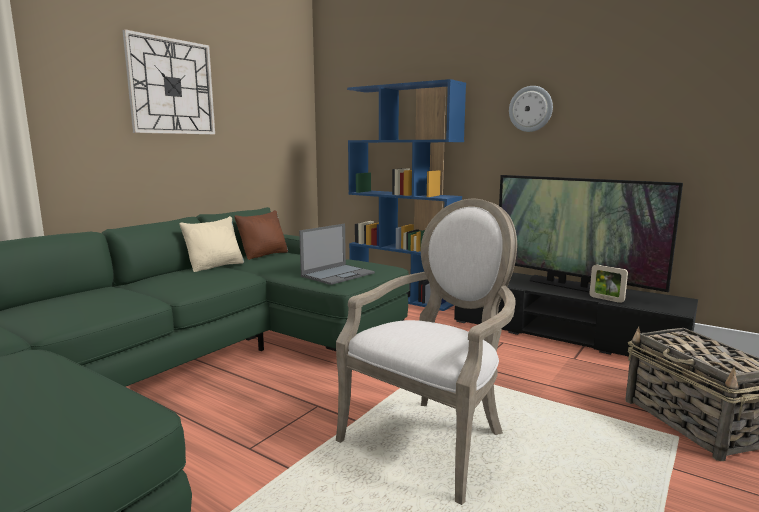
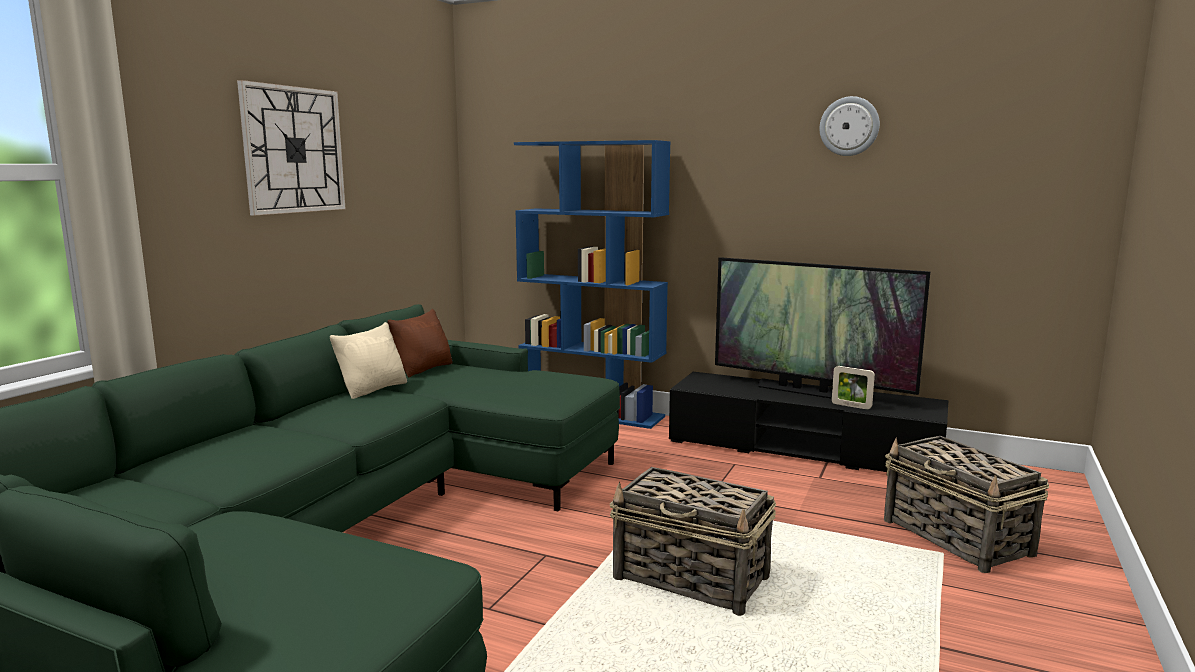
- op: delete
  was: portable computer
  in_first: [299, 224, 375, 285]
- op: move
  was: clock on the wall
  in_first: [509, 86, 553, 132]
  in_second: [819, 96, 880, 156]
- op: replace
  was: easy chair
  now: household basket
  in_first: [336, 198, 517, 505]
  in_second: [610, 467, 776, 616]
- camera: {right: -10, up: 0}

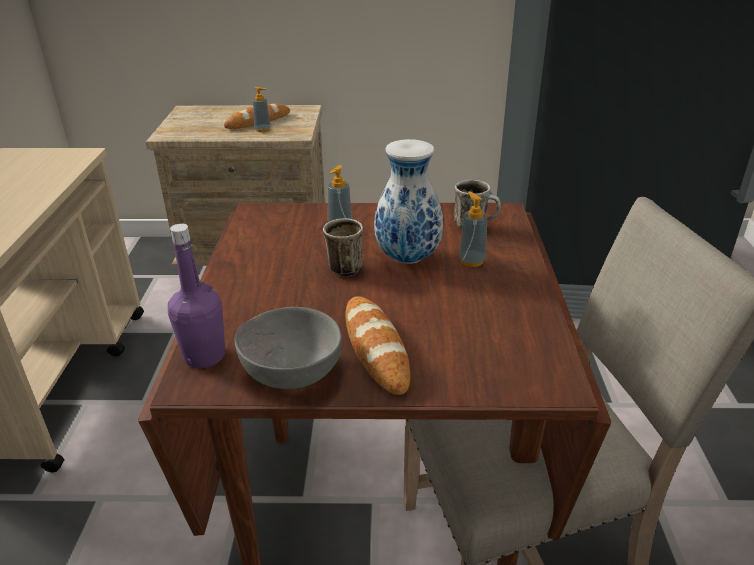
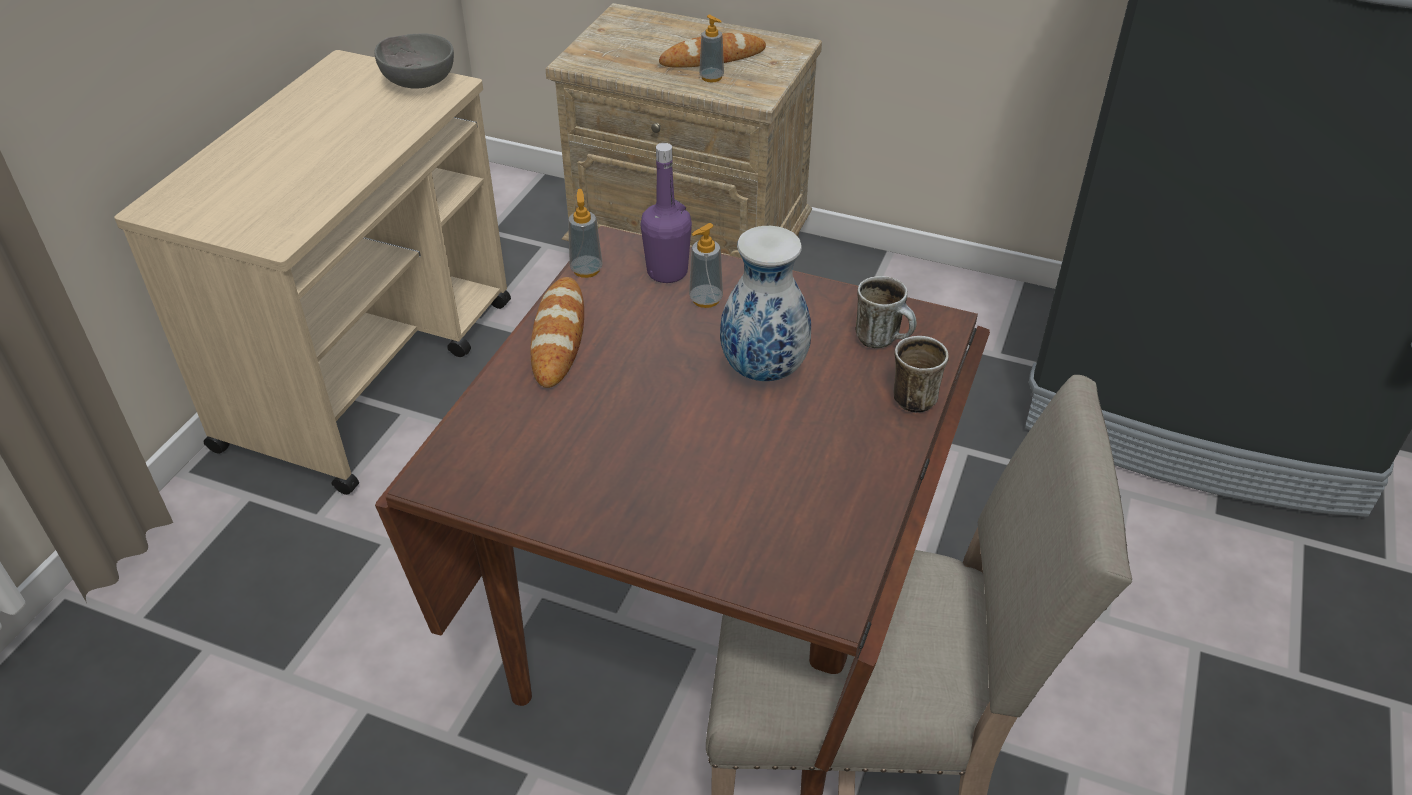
- op: move
  was: beverage bottle (purple-coloured)
  in_first: [168, 224, 225, 368]
  in_second: [640, 143, 692, 283]
- op: move
  was: serving bowl (grey)
  in_first: [234, 307, 342, 389]
  in_second: [374, 34, 454, 89]
- op: move
  was: mug
  in_first: [323, 218, 363, 277]
  in_second: [894, 336, 949, 413]
- op: move
  was: bakery bread
  in_first: [345, 296, 410, 395]
  in_second: [531, 277, 584, 388]
- op: move
  was: soap bottle
  in_first: [459, 191, 487, 267]
  in_second: [568, 189, 603, 278]
- camera: {right: 20, up: 10}

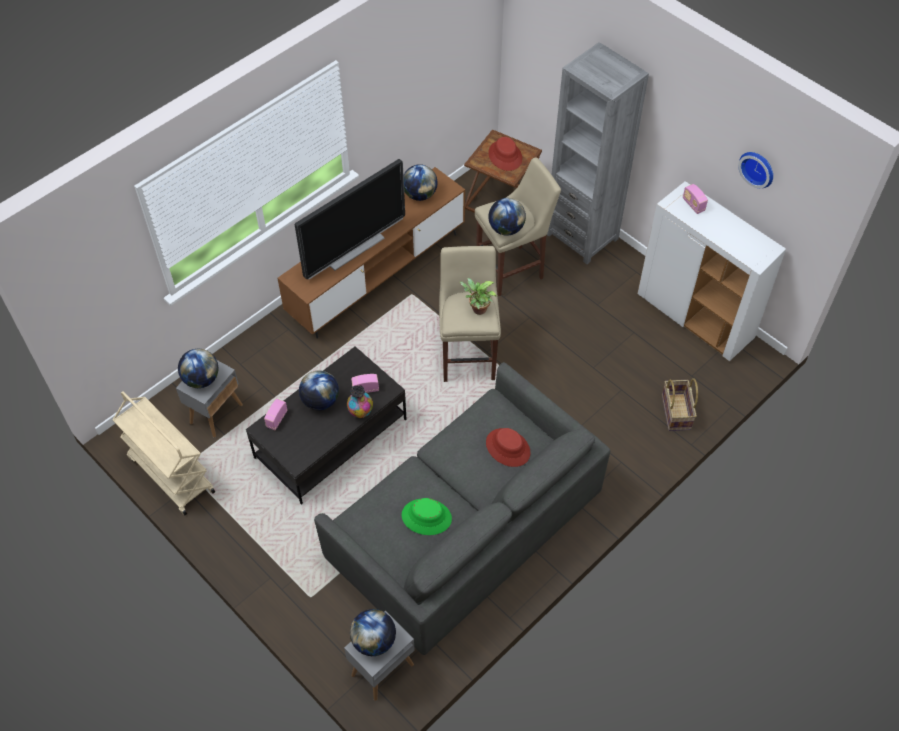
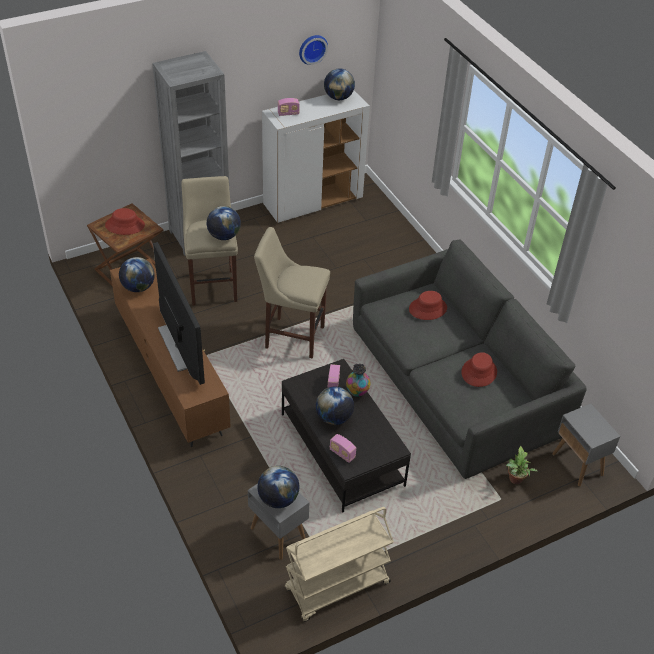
- op: delete
  was: household basket
  in_first: [662, 378, 698, 431]
- op: move
  was: globe
  in_first: [350, 609, 396, 656]
  in_second: [324, 68, 355, 100]
- op: move
  was: plant in a pot
  in_first: [459, 278, 497, 315]
  in_second: [506, 446, 537, 484]
- op: recolor
  was: hat (green-coloured)
  now: hat (red)
  in_first: [402, 498, 452, 535]
  in_second: [461, 352, 497, 387]
- camera: {right: -75, up: -10}

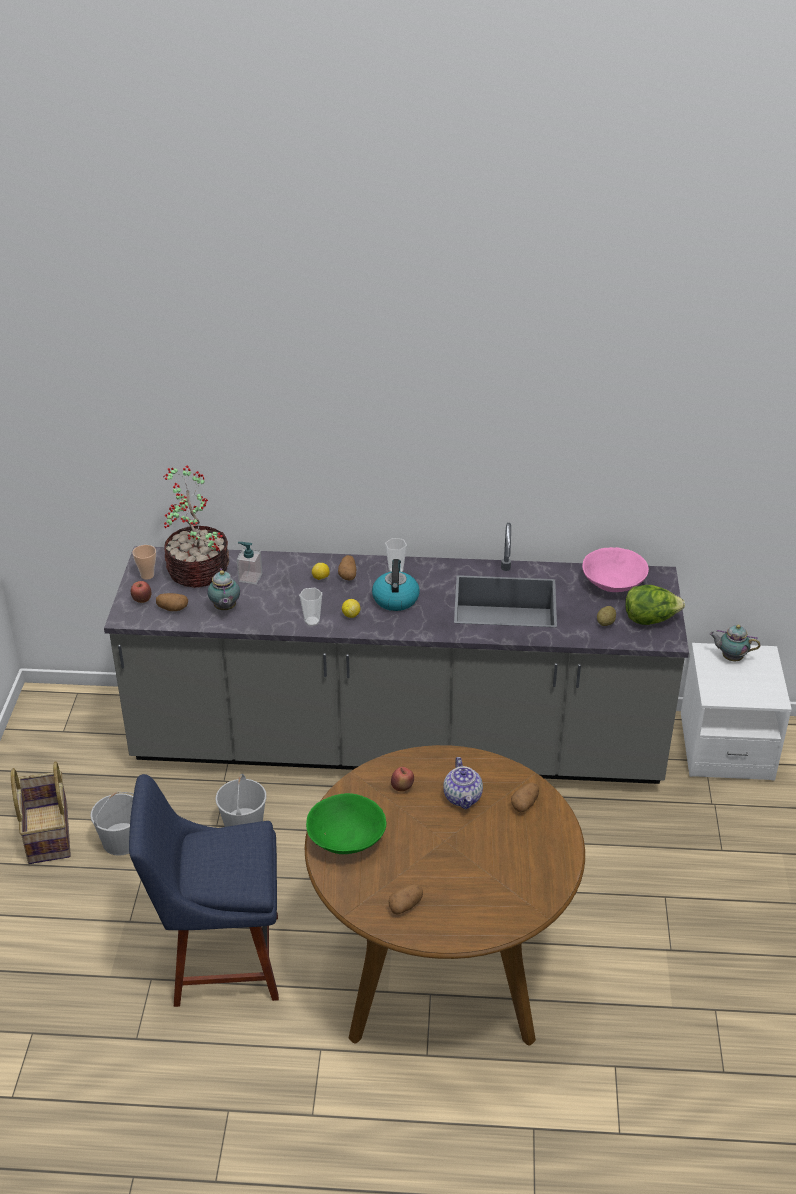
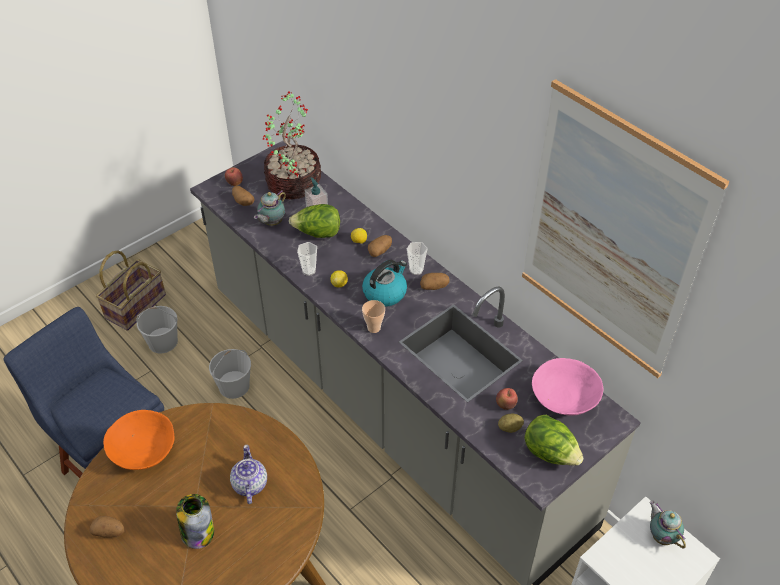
- op: insert
  now: jar
  in_second: [176, 494, 214, 549]
- op: insert
  now: lettuce
  in_second: [289, 204, 340, 238]
- op: insert
  now: wall picture
  in_second: [522, 79, 729, 378]
- op: move
  was: cup
  in_first: [132, 545, 156, 580]
  in_second: [362, 300, 385, 333]
- op: move
  was: whole apple
  in_first: [391, 767, 414, 791]
  in_second: [496, 388, 518, 410]
- op: move
  was: potato
  in_first: [511, 783, 539, 813]
  in_second: [420, 273, 450, 290]
- op: recolor
  was: serving bowl (green-coloured)
  now: serving bowl (orange)
  in_first: [306, 793, 386, 854]
  in_second: [103, 410, 175, 470]
- op: rotate
  was: pot for tea
  in_first: [443, 757, 483, 809]
  in_second: [230, 445, 267, 504]
  clockwise: 135
- camera: {right: 45, up: 10}

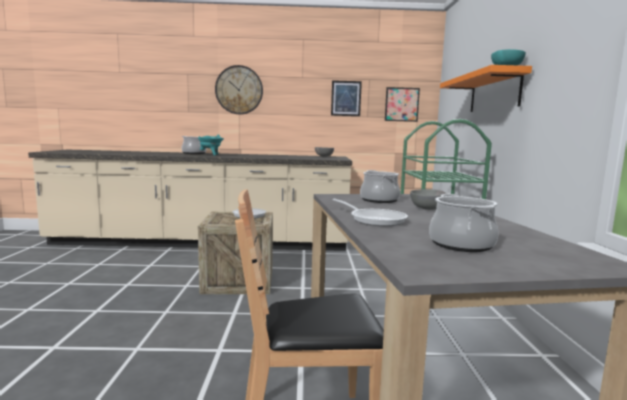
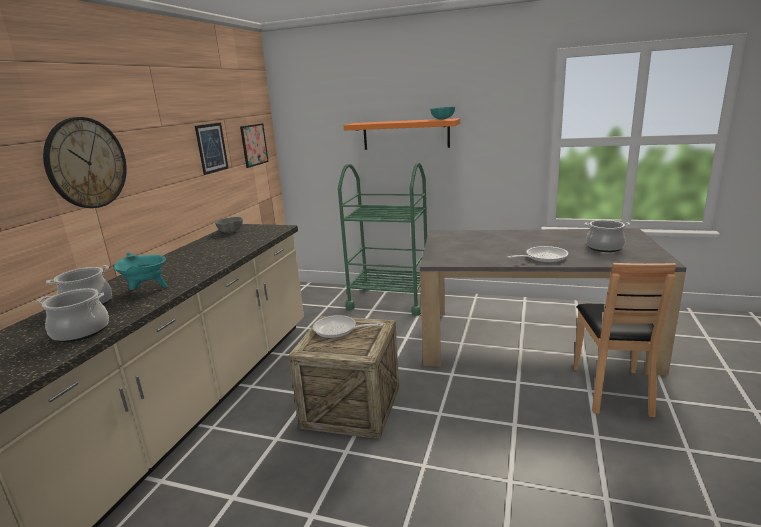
- op: delete
  was: serving bowl (grey)
  in_first: [410, 189, 448, 210]
- op: move
  was: cooking pot
  in_first: [360, 170, 400, 203]
  in_second: [37, 288, 109, 342]
- camera: {right: -70, up: 10}

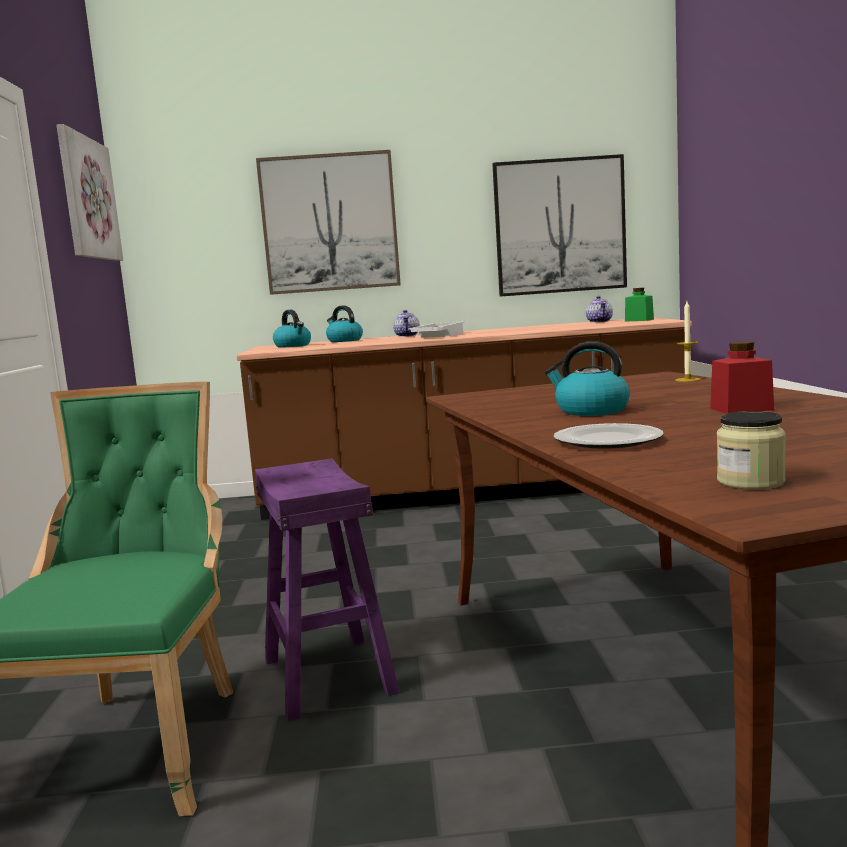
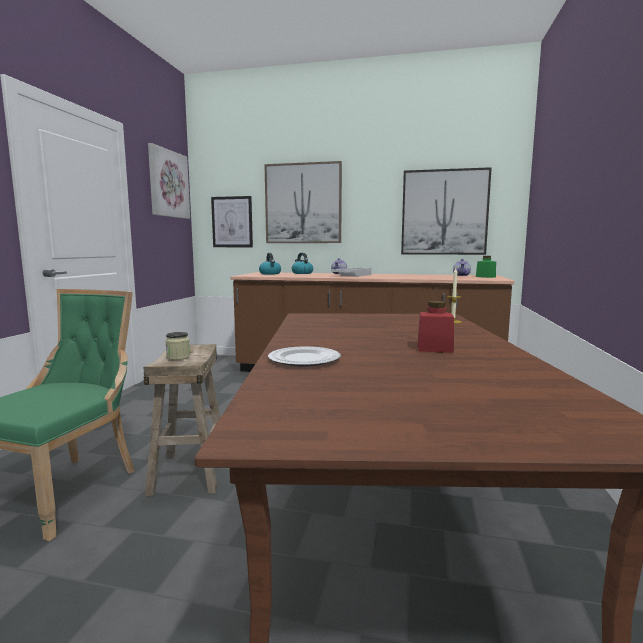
- op: delete
  was: tea kettle
  in_first: [545, 341, 630, 416]
- op: insert
  now: wall picture
  in_second: [211, 196, 253, 247]
- op: move
  was: jar
  in_first: [717, 411, 786, 490]
  in_second: [165, 332, 190, 360]
- op: recolor
  was: stool seat (purple-coloured)
  now: stool seat (beige-coloured)
  in_first: [255, 458, 400, 722]
  in_second: [143, 344, 220, 496]
- camera: {right: 15, up: 0}

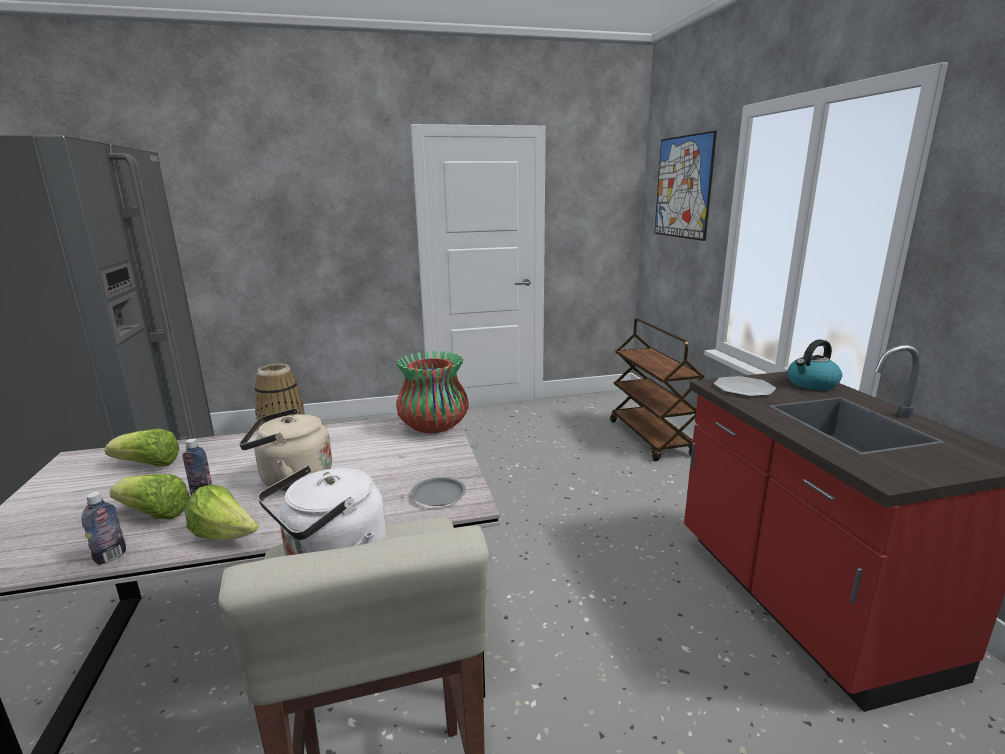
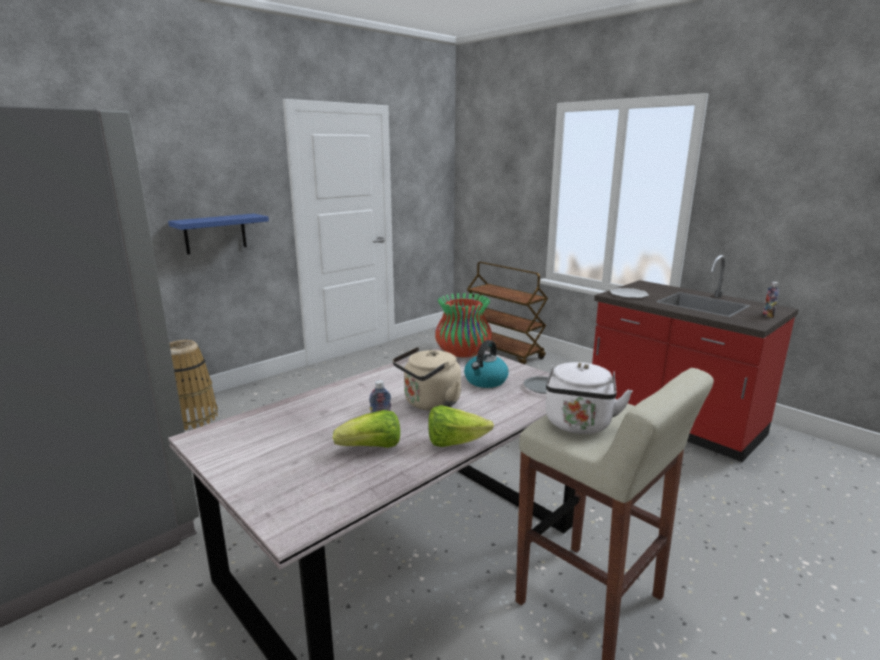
- op: delete
  was: lettuce
  in_first: [104, 429, 179, 466]
- op: delete
  was: wall picture
  in_first: [654, 131, 717, 241]
- op: insert
  now: wall shelf (blue)
  in_second: [168, 214, 269, 255]
- op: move
  was: beverage bottle
  in_first: [82, 491, 126, 565]
  in_second: [763, 282, 779, 318]
- op: move
  was: tea kettle
  in_first: [788, 339, 842, 390]
  in_second: [464, 340, 509, 388]
- camera: {right: -30, up: 0}

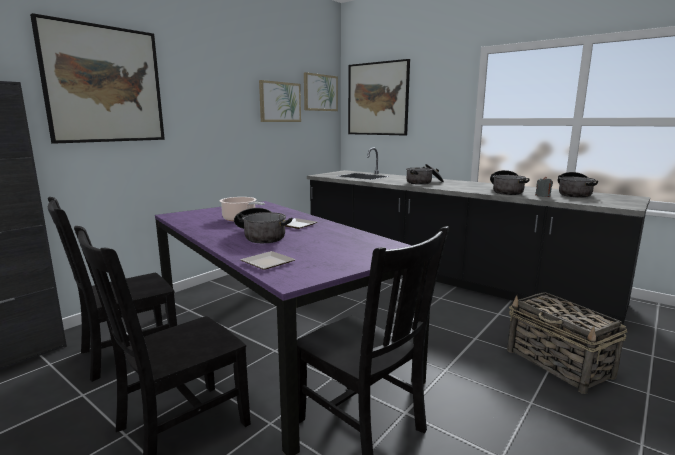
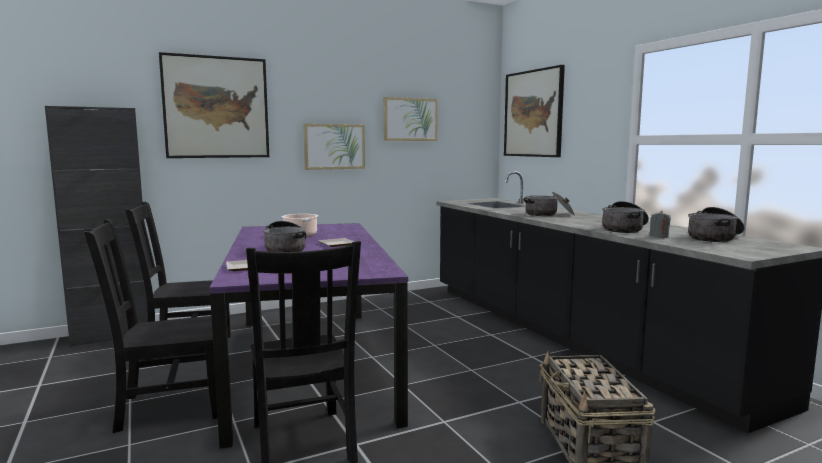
- op: move
  was: wall picture
  in_first: [304, 72, 338, 111]
  in_second: [303, 124, 365, 170]
- camera: {right: 25, up: -5}

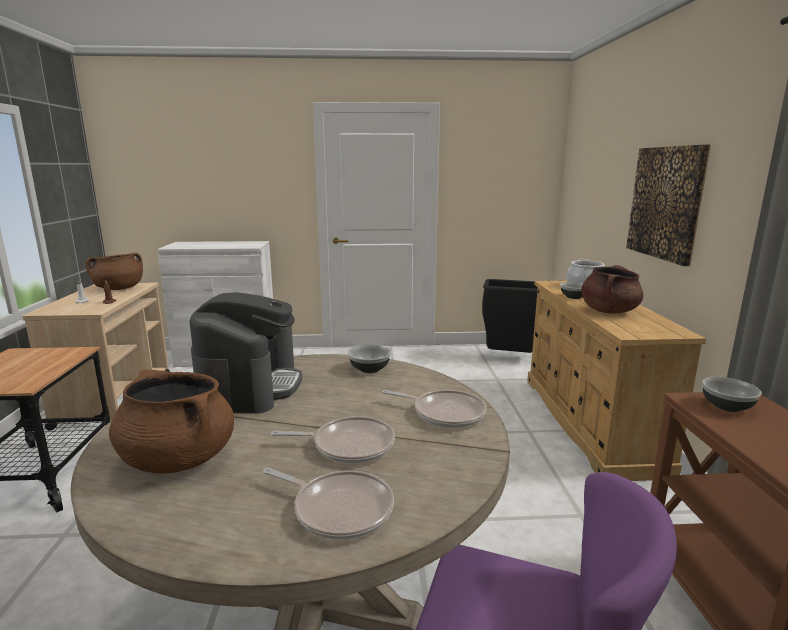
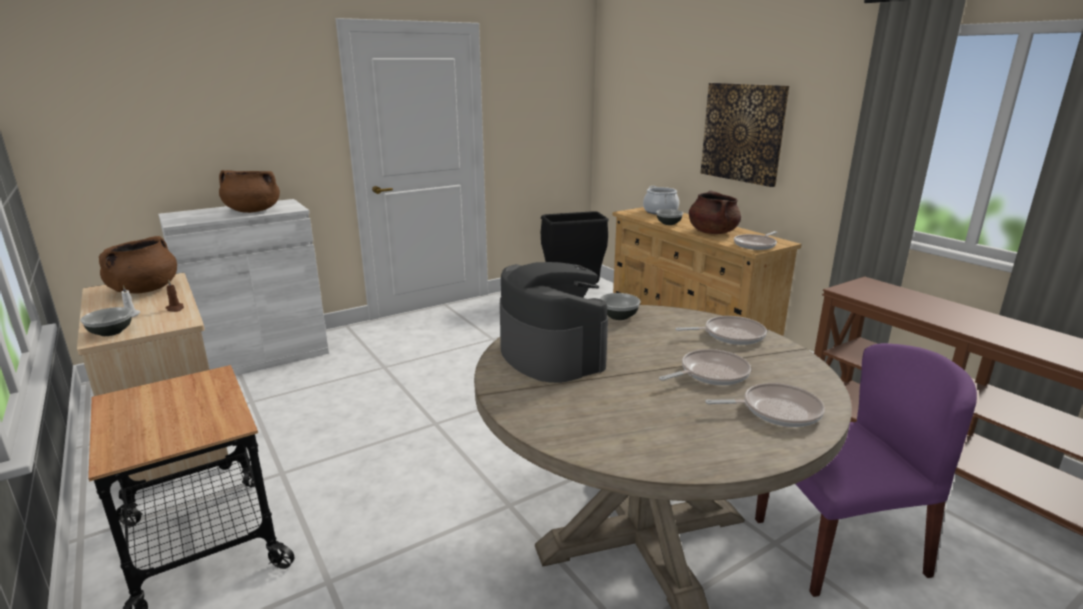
- op: insert
  now: frying pan
  in_second: [734, 231, 778, 250]
- op: move
  was: cooking pot (brownish)
  in_first: [109, 370, 234, 474]
  in_second: [219, 170, 280, 213]
- op: move
  was: serving bowl
  in_first: [702, 377, 762, 412]
  in_second: [80, 307, 132, 336]
- camera: {right: -30, up: 5}

